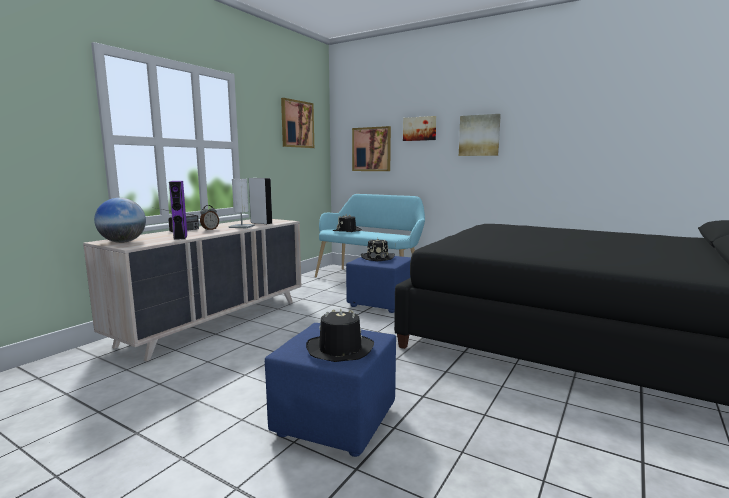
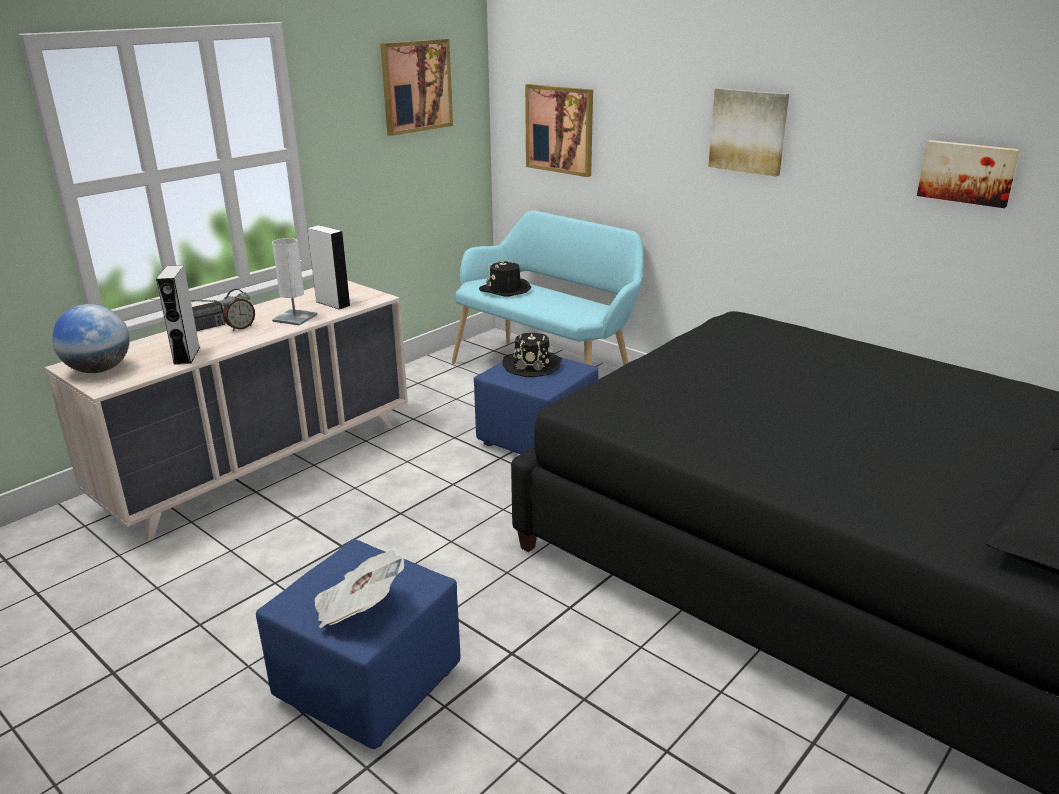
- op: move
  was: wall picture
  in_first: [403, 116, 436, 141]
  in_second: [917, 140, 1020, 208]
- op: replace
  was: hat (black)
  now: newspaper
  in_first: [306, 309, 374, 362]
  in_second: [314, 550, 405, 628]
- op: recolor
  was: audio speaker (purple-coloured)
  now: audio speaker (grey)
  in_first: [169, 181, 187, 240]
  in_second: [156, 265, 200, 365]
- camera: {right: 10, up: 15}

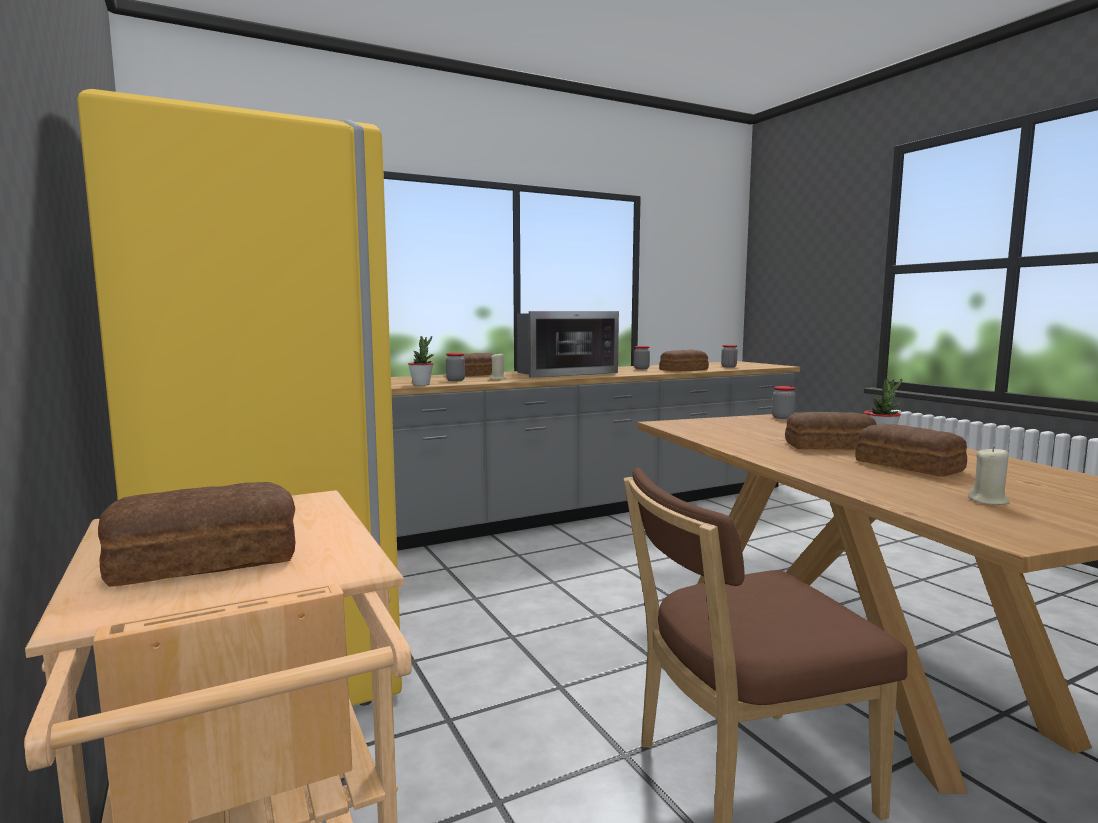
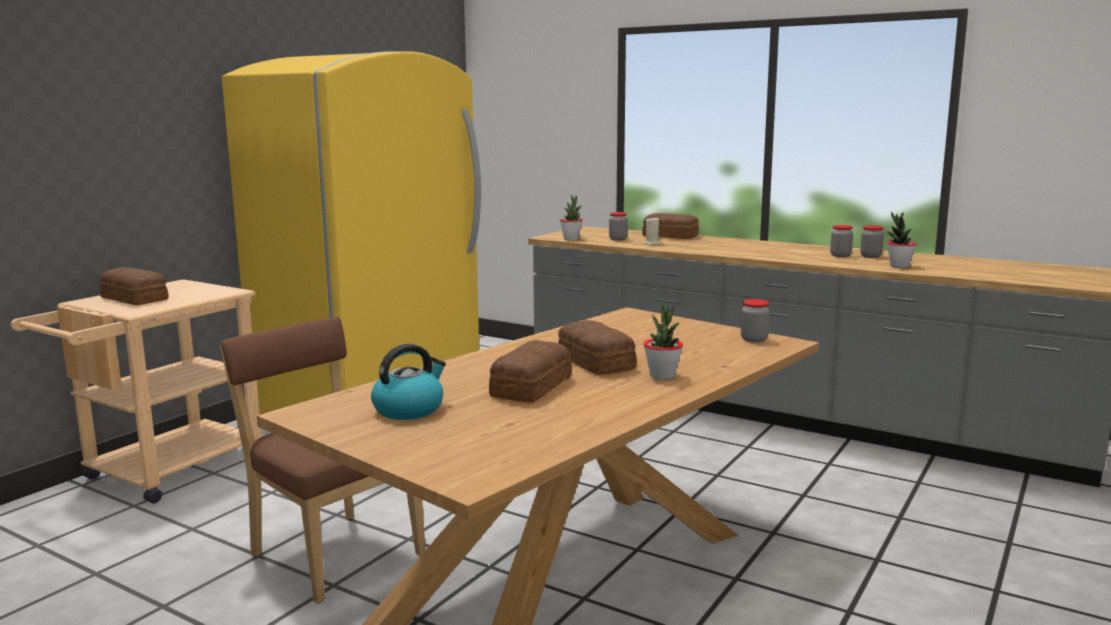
- op: delete
  was: microwave oven
  in_first: [517, 311, 619, 378]
- op: move
  was: jar
  in_first: [721, 345, 738, 368]
  in_second: [830, 225, 853, 257]
- op: replace
  was: bakery bread
  now: plant in a pot
  in_first: [659, 349, 709, 372]
  in_second: [887, 212, 916, 268]
- op: replace
  was: wax candle (beige-coloured)
  now: tea kettle
  in_first: [968, 447, 1010, 505]
  in_second: [371, 344, 446, 420]
- camera: {right: 60, up: 5}

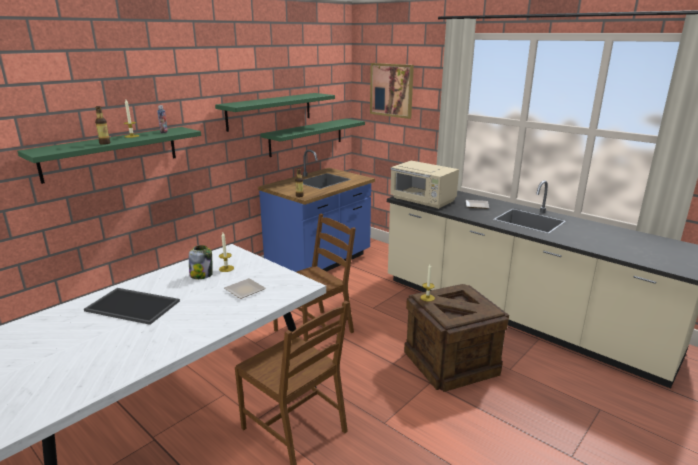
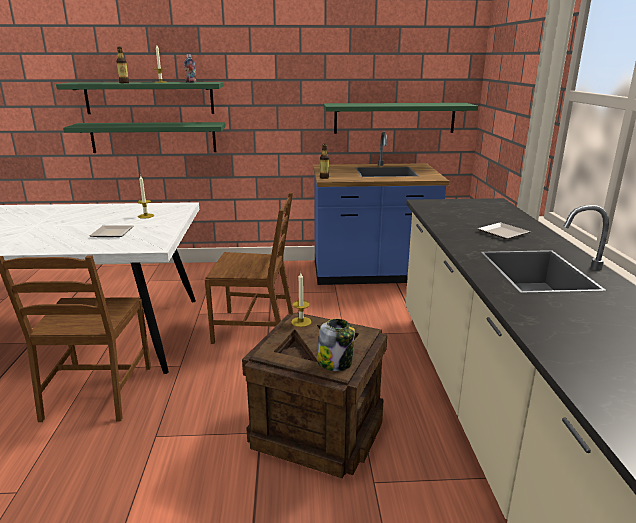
- op: delete
  was: tray
  in_first: [84, 288, 180, 325]
- op: delete
  was: wall picture
  in_first: [370, 63, 414, 119]
- op: delete
  was: microwave oven (beige-coloured)
  in_first: [390, 161, 459, 209]
- op: move
  was: jar
  in_first: [189, 245, 213, 279]
  in_second: [317, 319, 355, 371]
- op: move
  was: wall shelf (green-coloured)
  in_first: [215, 93, 335, 132]
  in_second: [63, 122, 226, 153]
- camera: {right: 45, up: 0}

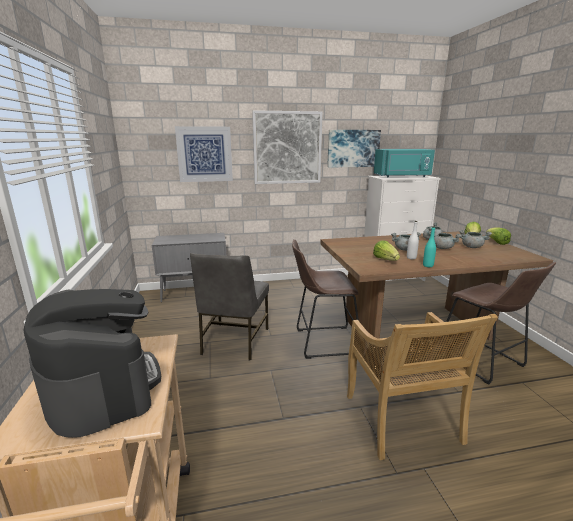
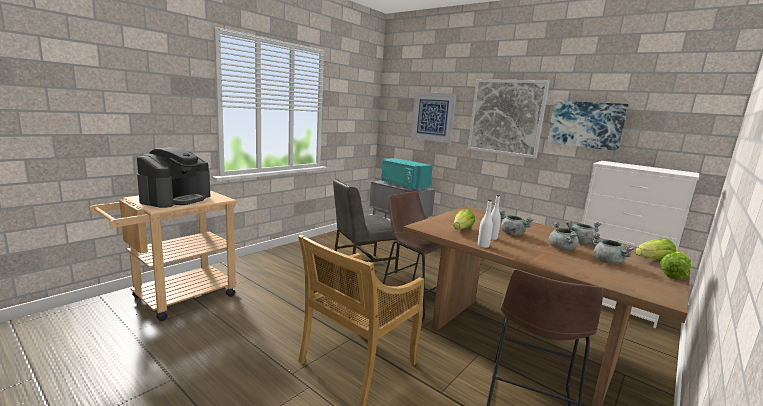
- op: move
  was: microwave oven (turquoise-coloured)
  in_first: [374, 149, 435, 178]
  in_second: [381, 158, 433, 190]
- op: recolor
  was: beverage bottle (turquoise-coloured)
  now: beverage bottle (whitish)
  in_first: [423, 226, 436, 267]
  in_second: [478, 200, 493, 248]
- camera: {right: 50, up: -5}

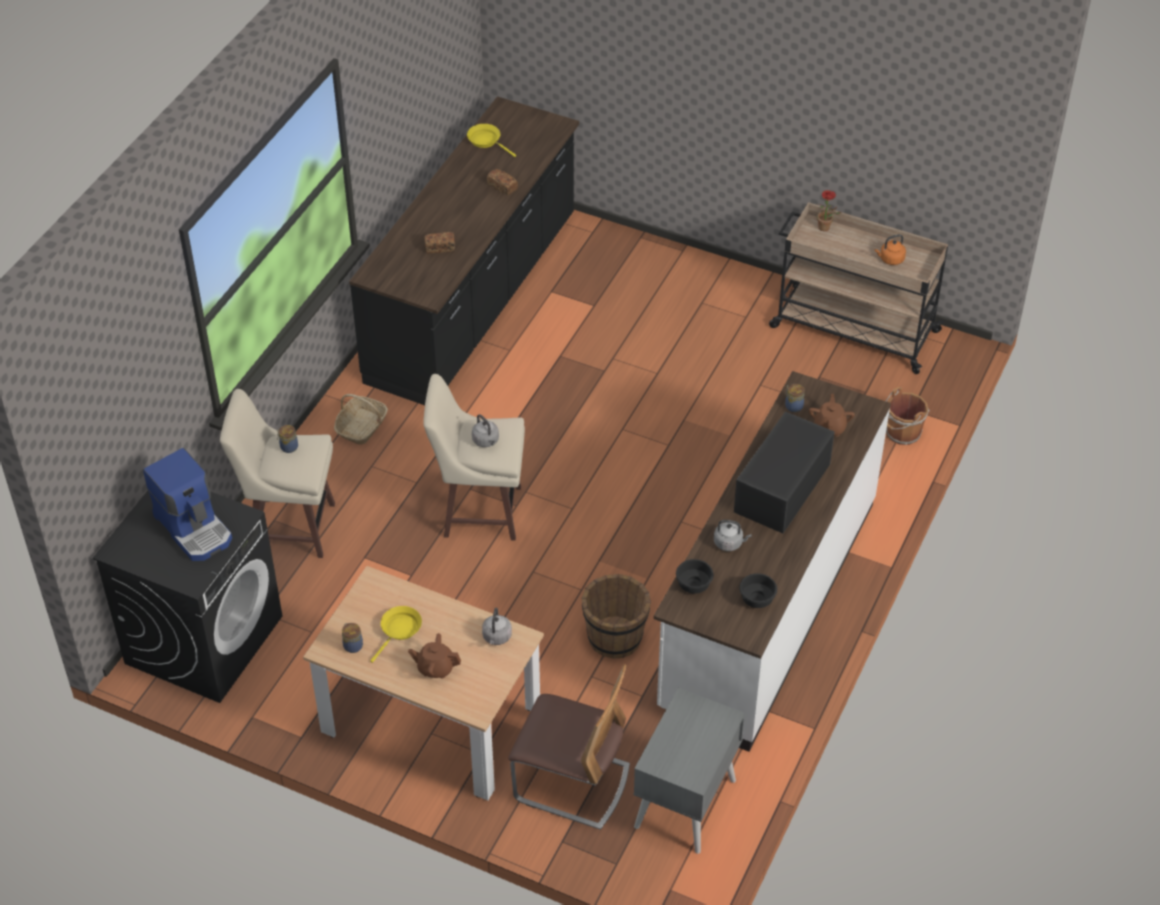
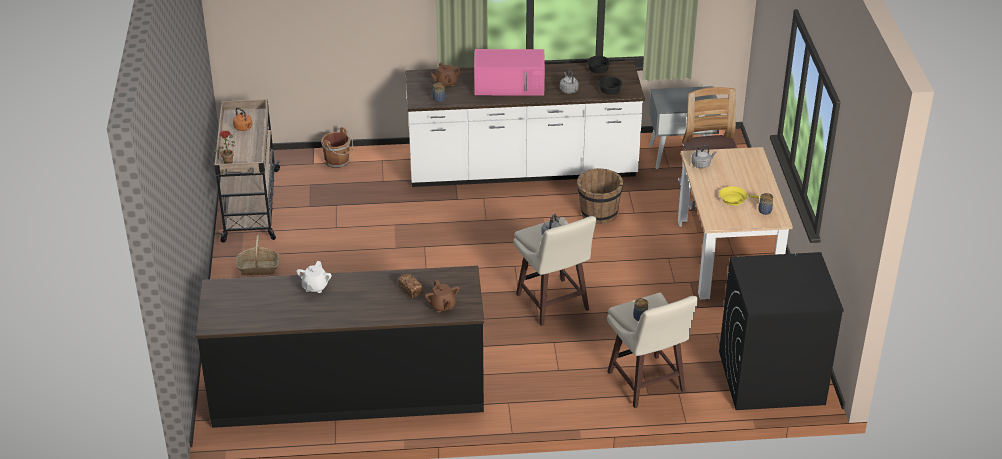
- op: delete
  was: coffee maker
  in_first: [143, 448, 232, 561]
- op: delete
  was: frying pan (yellow)
  in_first: [467, 124, 516, 157]
- op: move
  was: household basket
  in_first: [334, 394, 388, 445]
  in_second: [236, 235, 280, 276]
- op: move
  was: pot for tea (brownish)
  in_first: [408, 633, 461, 678]
  in_second: [425, 280, 459, 313]
- op: replace
  was: bakery bread
  now: pot for tea (whitish)
  in_first: [487, 169, 518, 195]
  in_second: [296, 261, 332, 293]
- op: recolor
  was: microwave oven (black)
  now: microwave oven (pink)
  in_first: [734, 411, 834, 533]
  in_second: [474, 49, 545, 96]
- camera: {right: -120, up: -10}

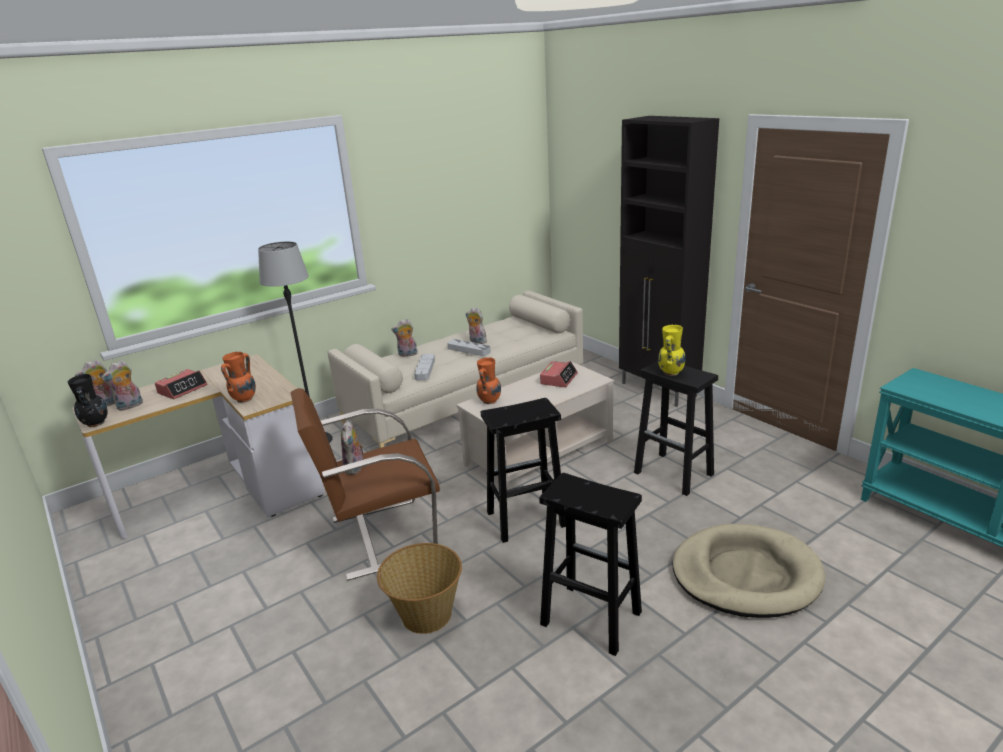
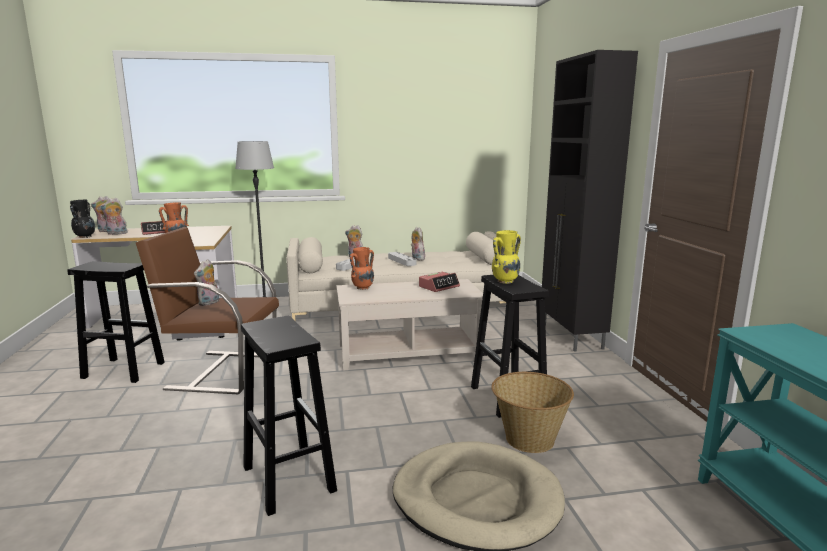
- op: move
  was: household basket
  in_first: [377, 543, 462, 634]
  in_second: [491, 372, 574, 453]
- op: move
  was: stool seat (black)
  in_first: [481, 398, 566, 543]
  in_second: [67, 261, 165, 383]
- camera: {right: 25, up: -10}

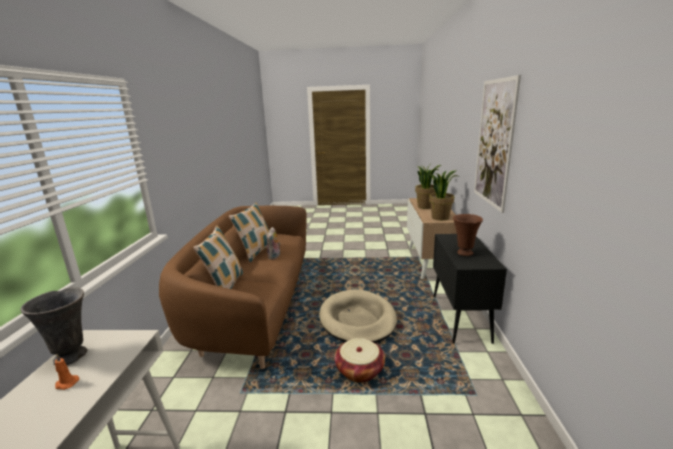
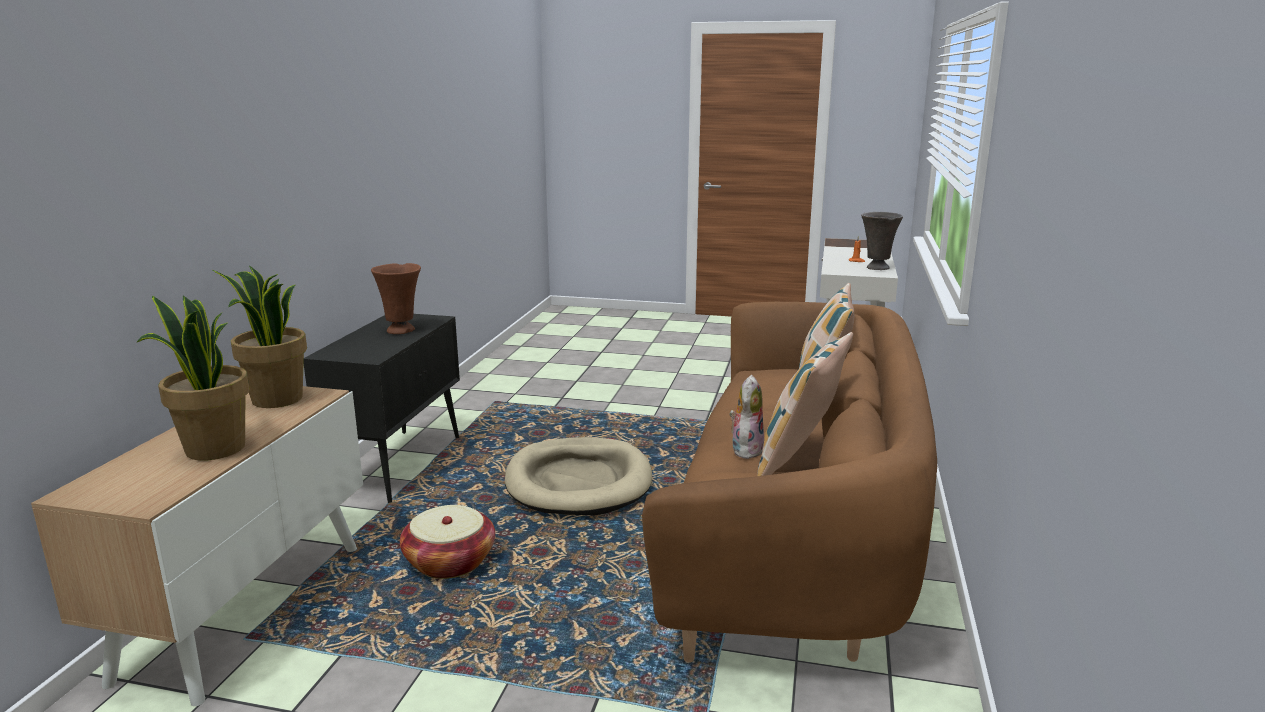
- op: delete
  was: wall picture
  in_first: [474, 75, 521, 213]
- op: move
  was: household basket
  in_first: [335, 338, 385, 383]
  in_second: [400, 505, 495, 579]
- camera: {right: -170, up: 0}

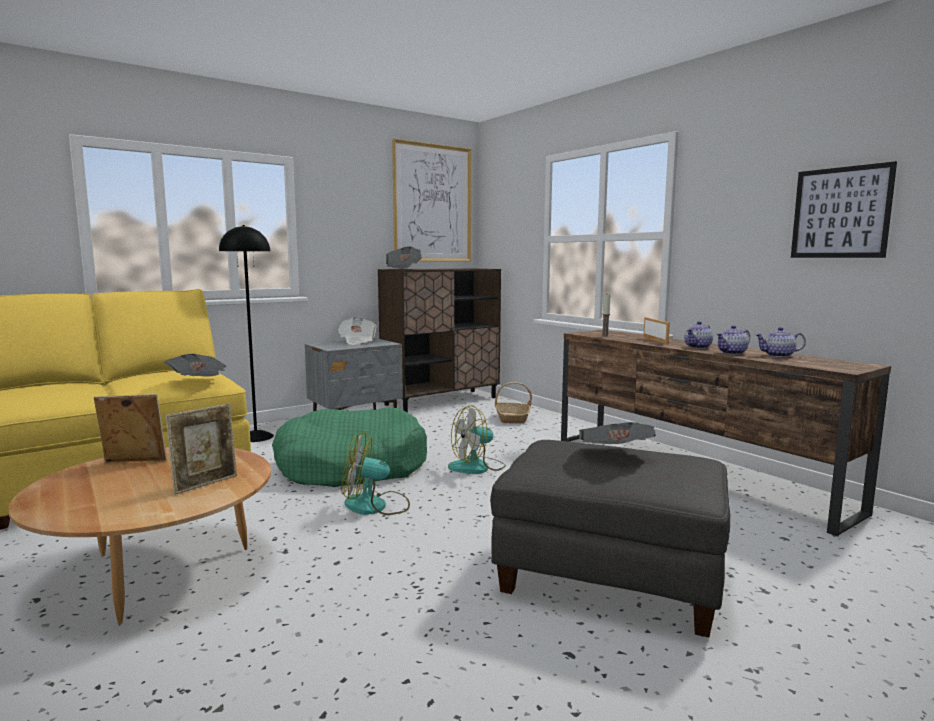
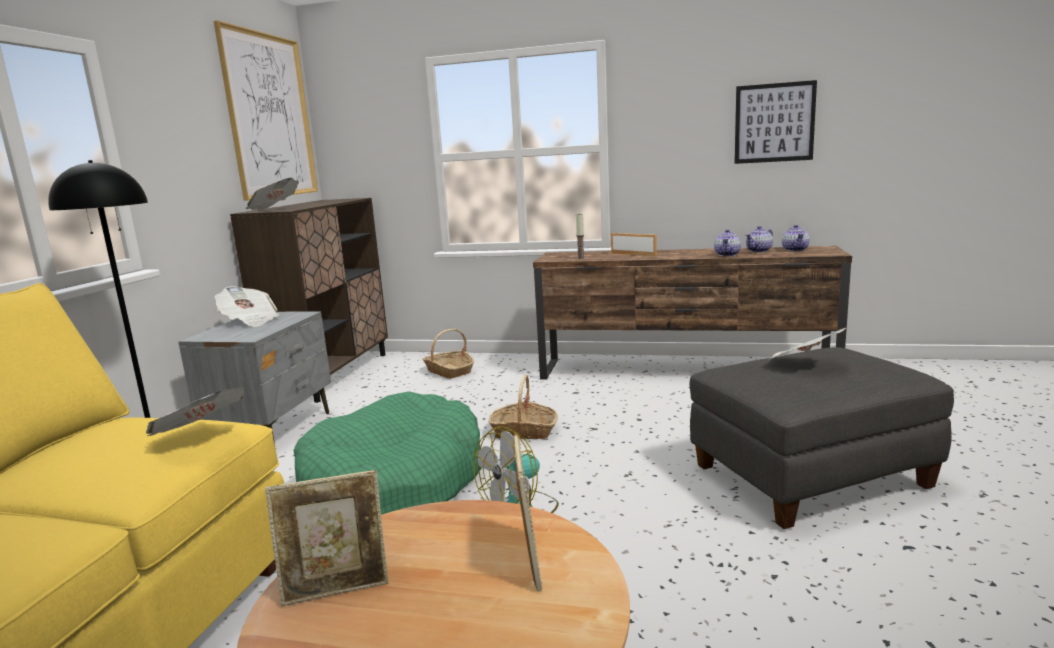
- op: move
  was: pot for tea
  in_first: [684, 321, 713, 349]
  in_second: [782, 225, 810, 251]
- op: replace
  was: electric fan
  now: household basket
  in_first: [448, 406, 506, 474]
  in_second: [489, 375, 558, 439]
- op: rotate
  was: picture frame
  in_first: [94, 394, 167, 463]
  in_second: [265, 470, 389, 606]
  clockwise: -150
- camera: {right: -40, up: 5}

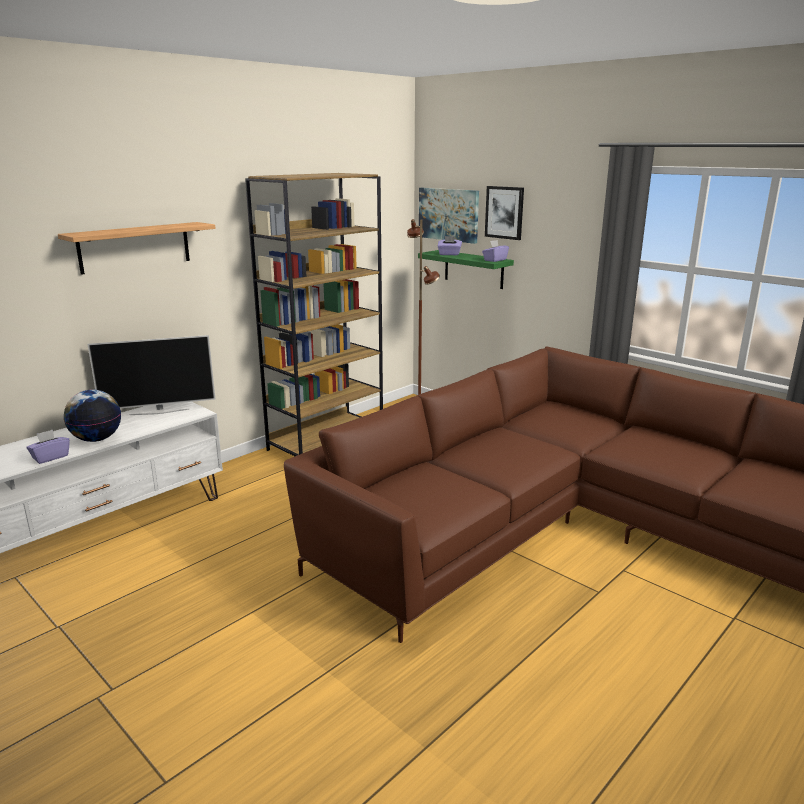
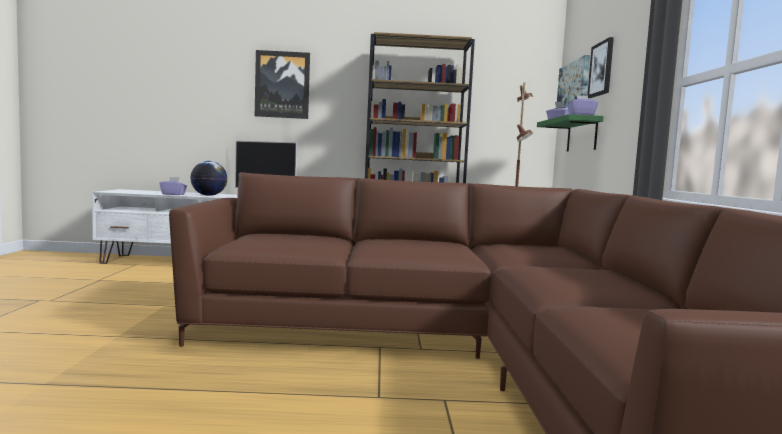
- op: replace
  was: wall shelf
  now: wall picture
  in_first: [58, 222, 216, 275]
  in_second: [255, 50, 310, 119]
- camera: {right: 45, up: -15}

